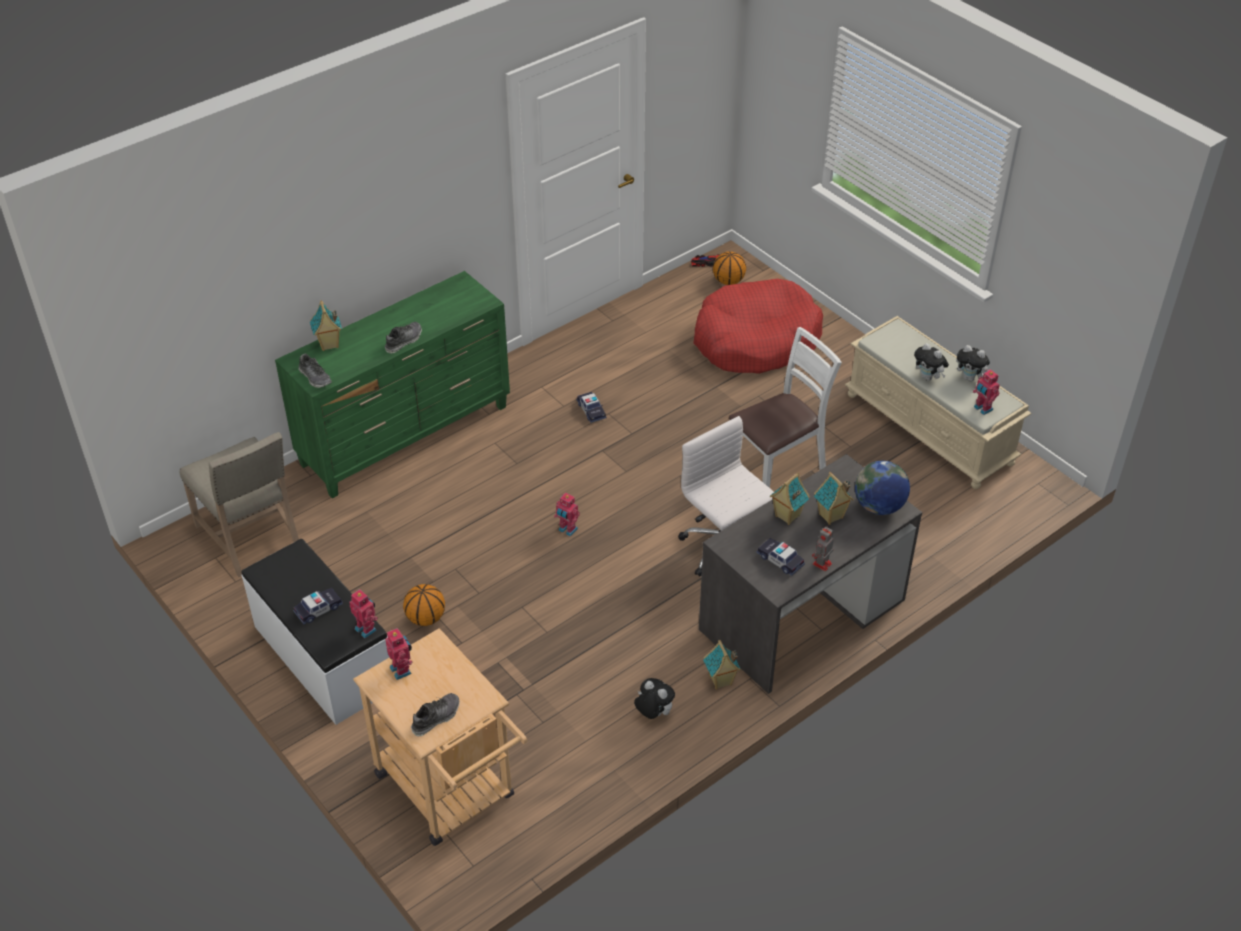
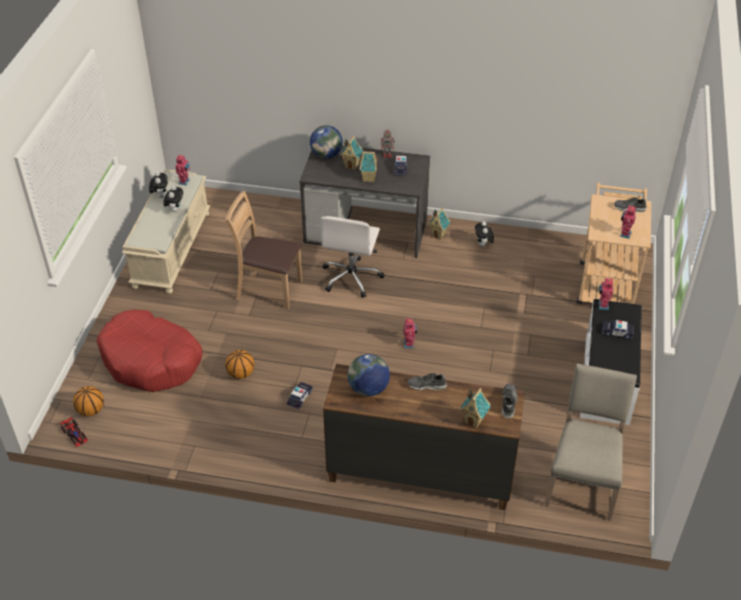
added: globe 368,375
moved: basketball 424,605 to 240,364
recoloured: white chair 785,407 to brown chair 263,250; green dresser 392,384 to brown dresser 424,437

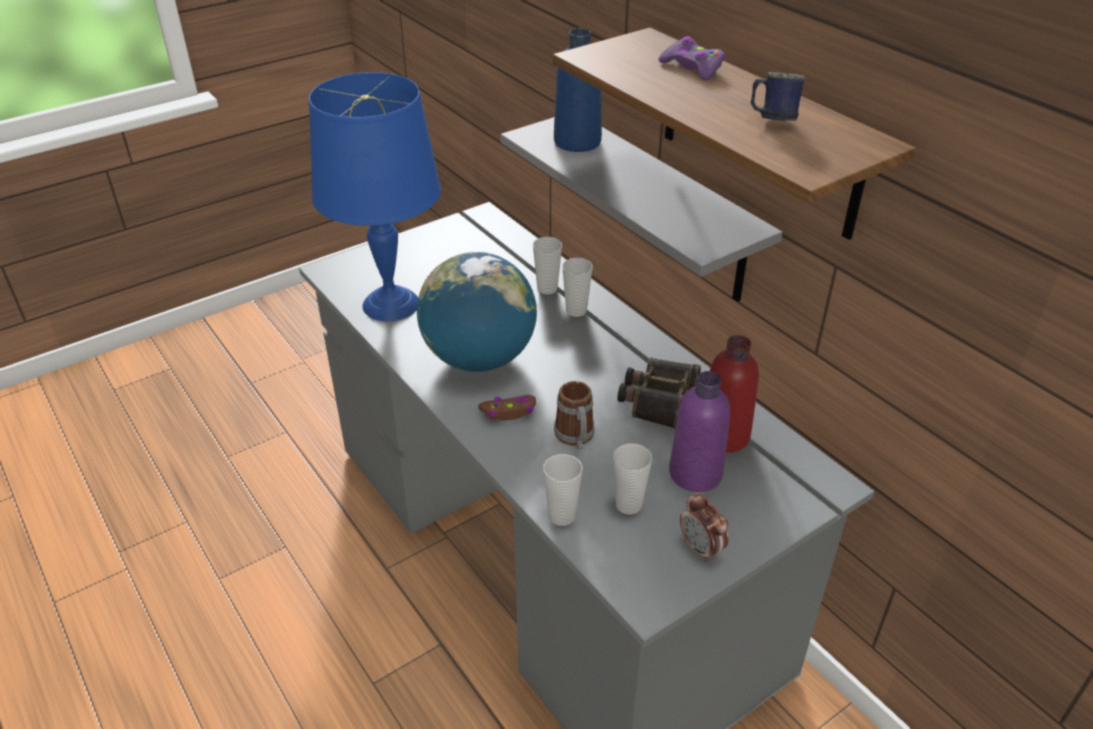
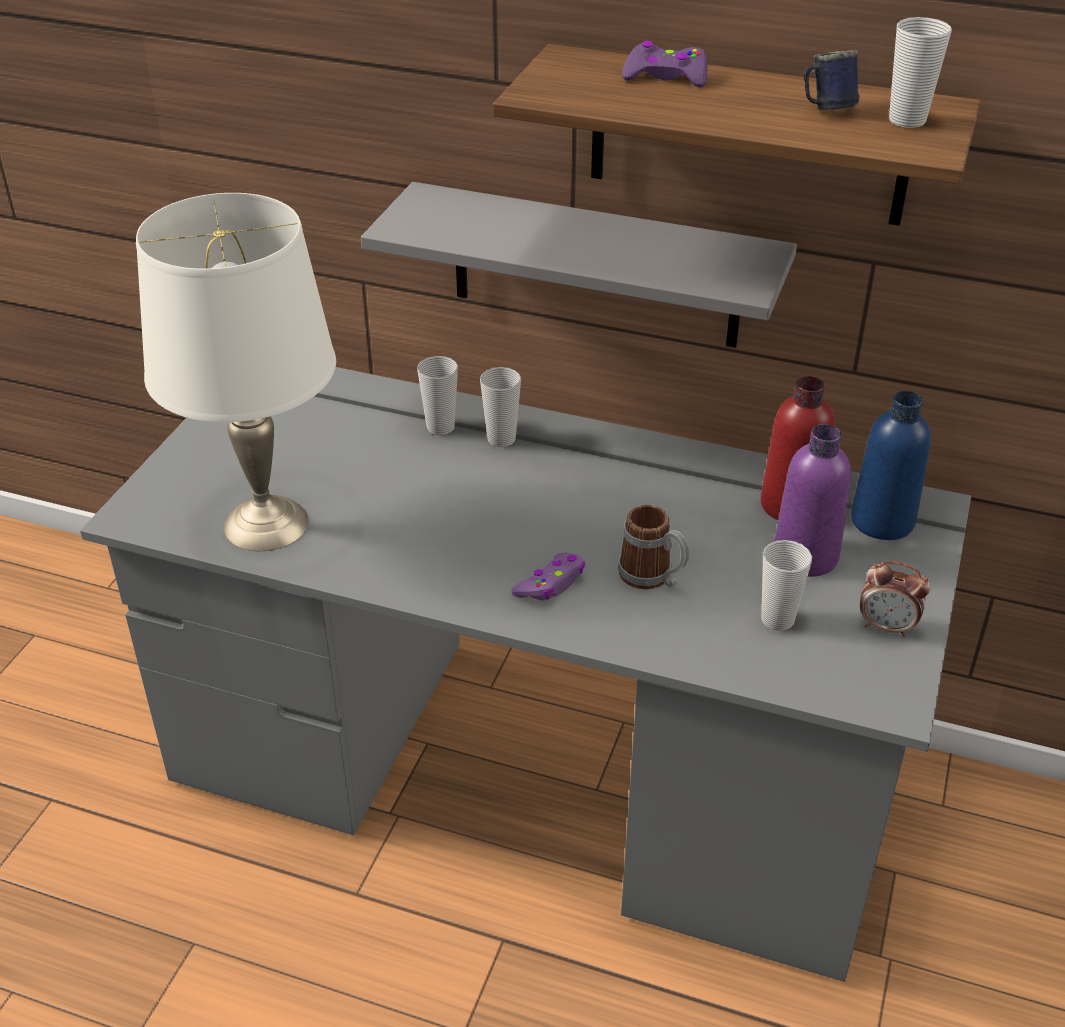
removed: globe 477,312; binoculars 659,393
moved: blue bottle 578,90 to 891,465; cup 563,490 to 920,72
recoloured: blue table lamp 375,196 to white table lamp 236,372; brown game controller 507,408 to purple game controller 548,576

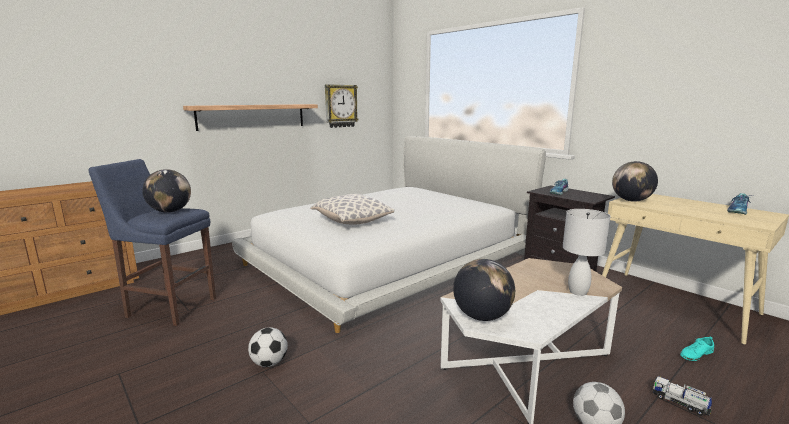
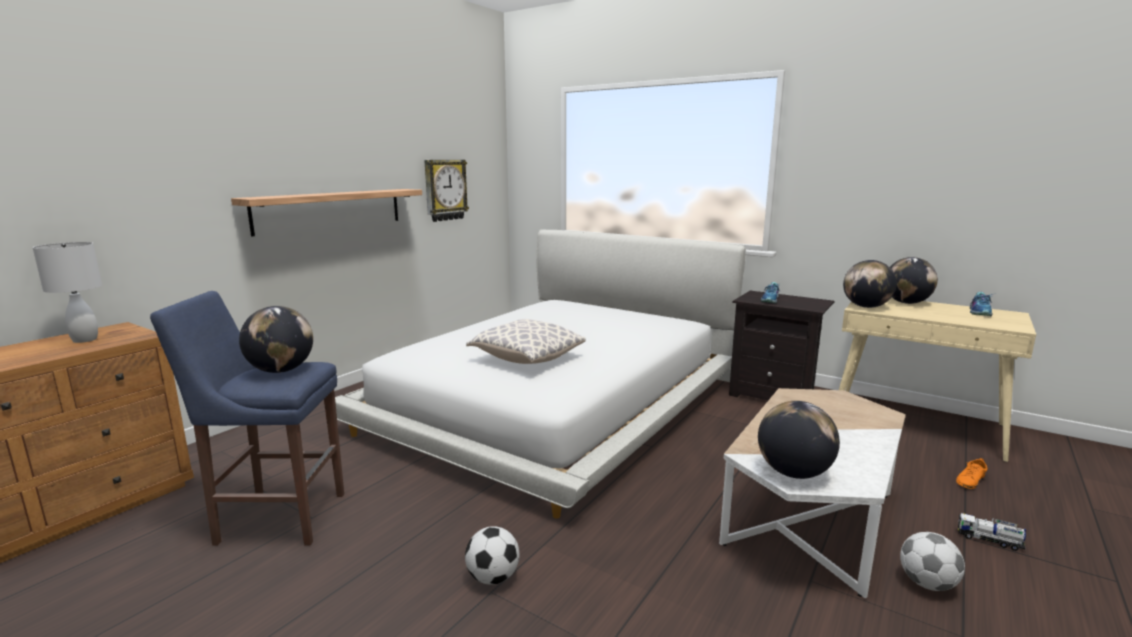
added: globe 914,280
moved: white table lamp 586,252 to 67,292
recoloured: turquoise shoe 697,348 to orange shoe 972,473

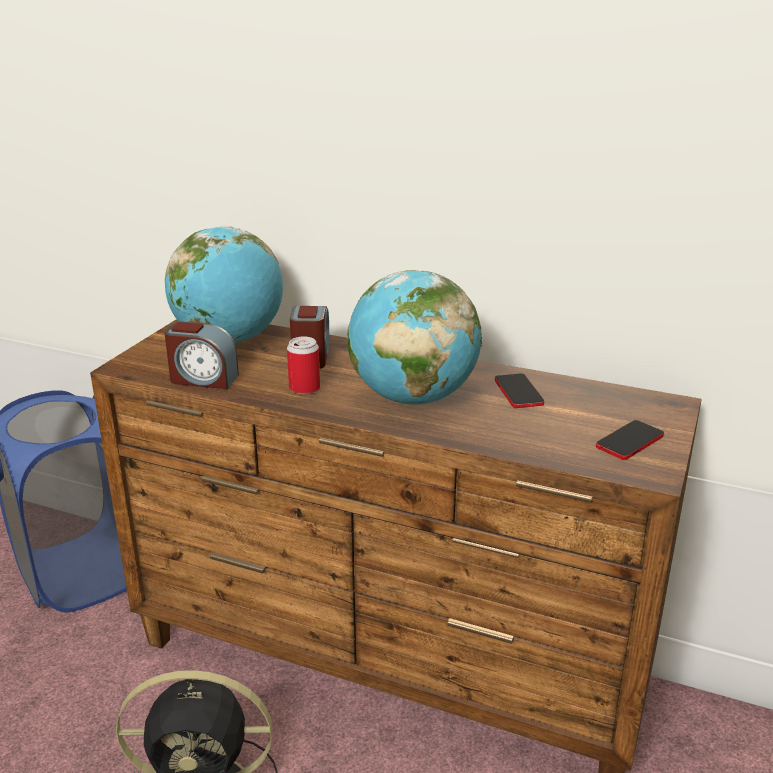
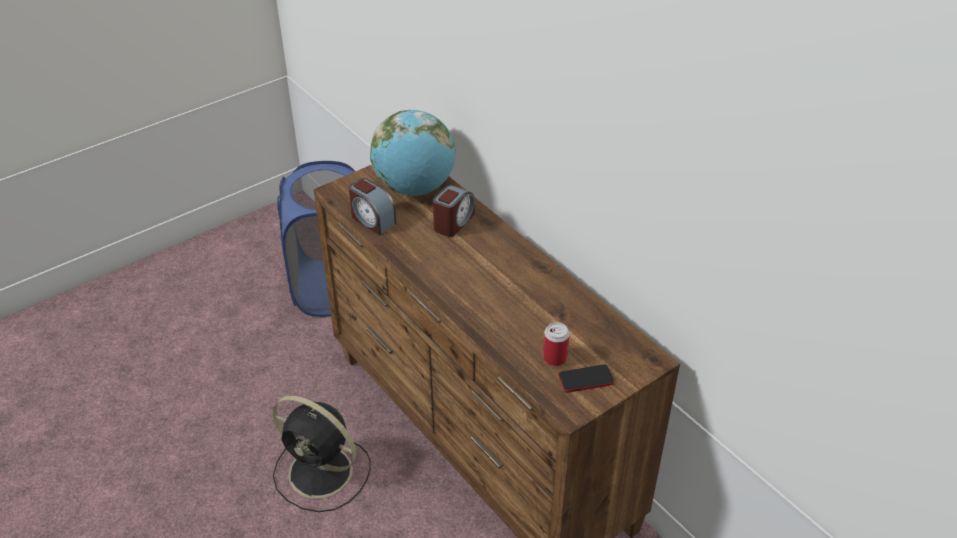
removed: globe 414,337; phone 519,390
moved: can 303,365 to 556,344

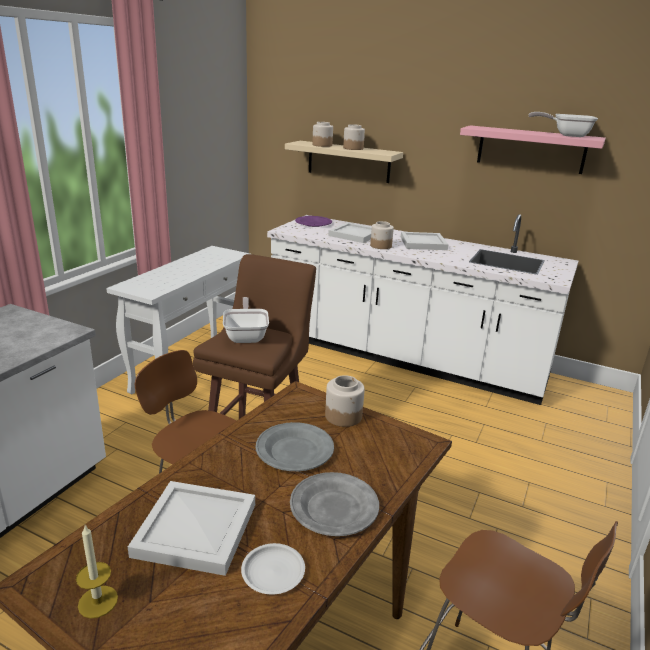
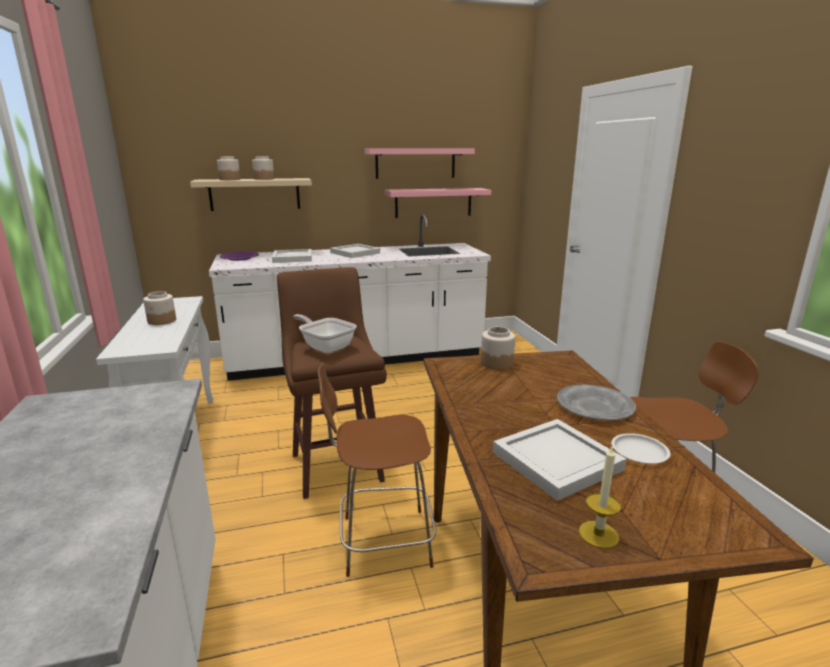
removed: grey plate 295,446; frying pan 563,124
added: pink shelf 438,203
moved: jar 382,235 to 159,308

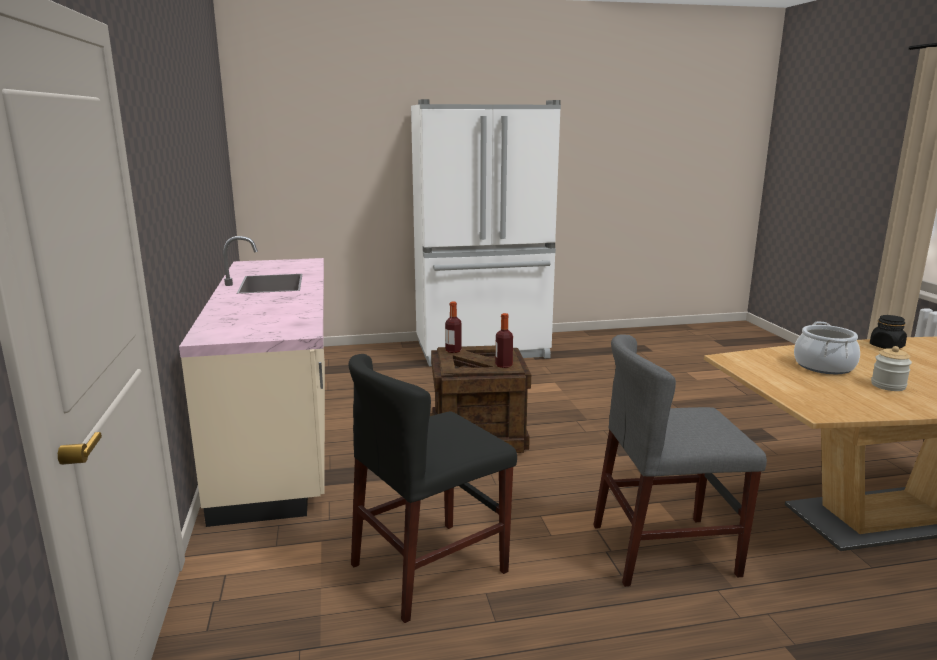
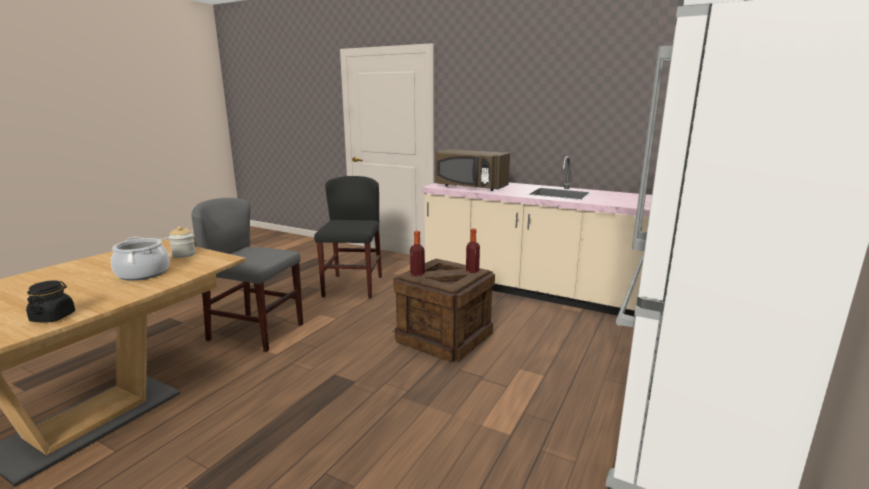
added: brown microwave 472,170
moved: jar 891,368 to 182,242
turned: grey chair 680,460 = 247,275 105 degrees counterclockwise

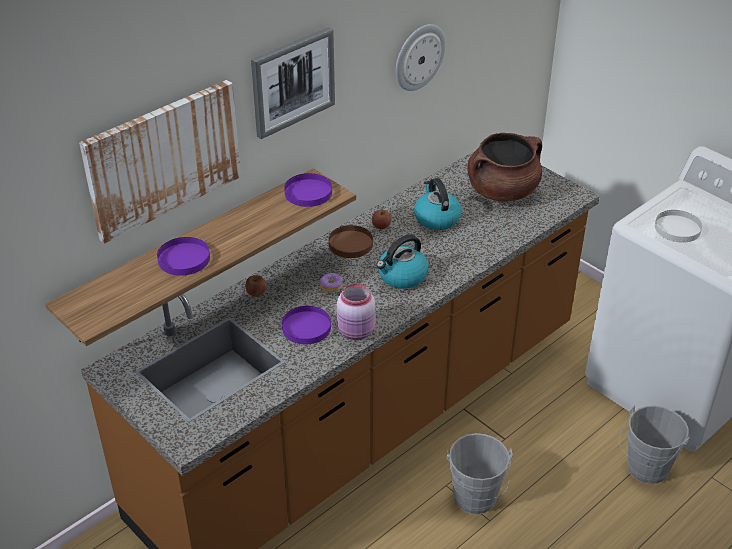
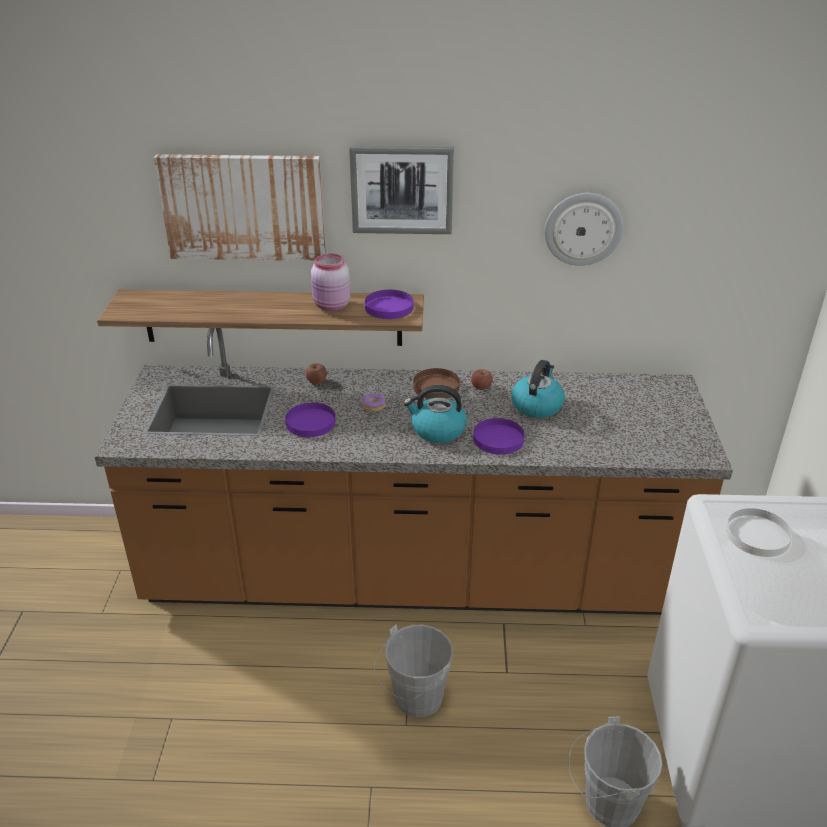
removed: brown cooking pot 504,167
moved: pink jar 356,312 to 331,282; purple plate 183,256 to 499,436

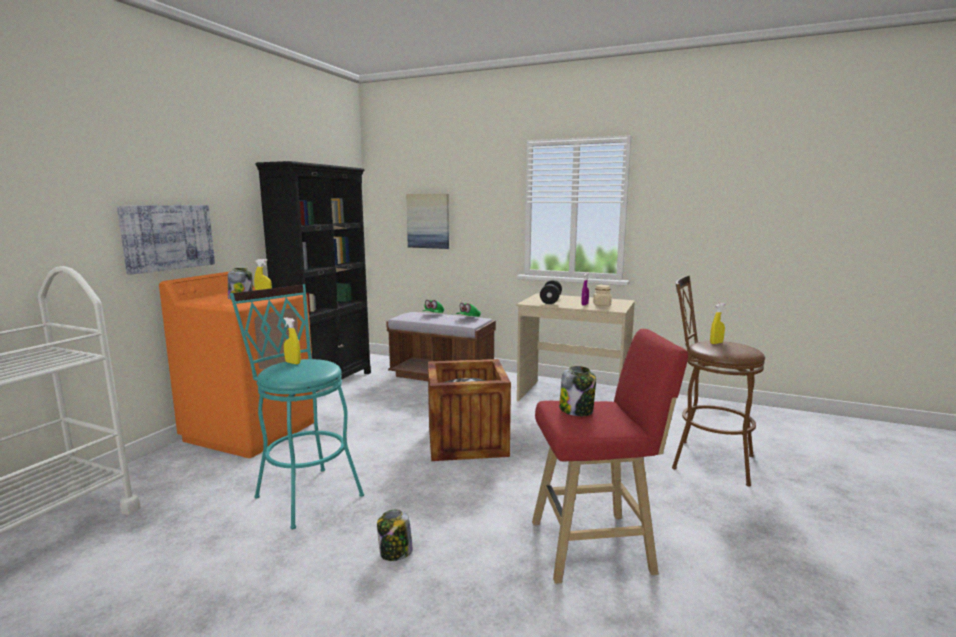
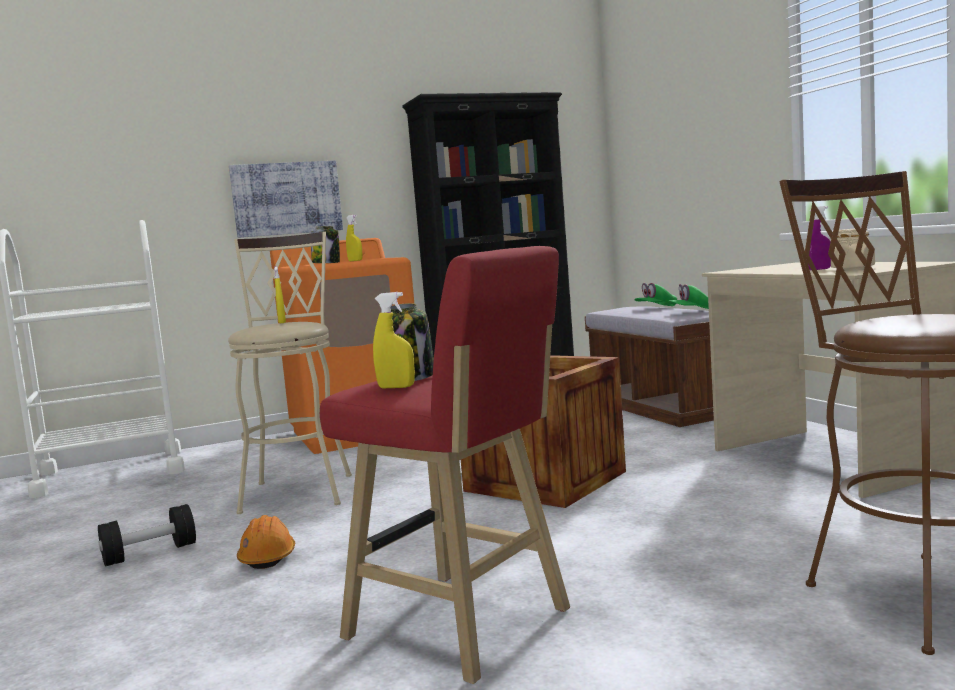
removed: picture 427,221
moved: black dumbbell 551,292 to 147,535; yellow spray bottle 717,323 to 394,340
replaced: jar 395,535 to orange hard hat 266,542
recoloured: turquoise stool 297,406 to beige stool 290,373

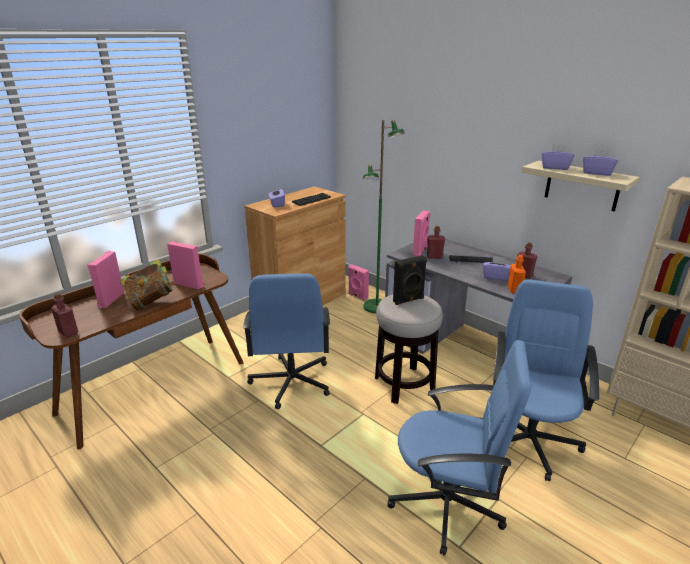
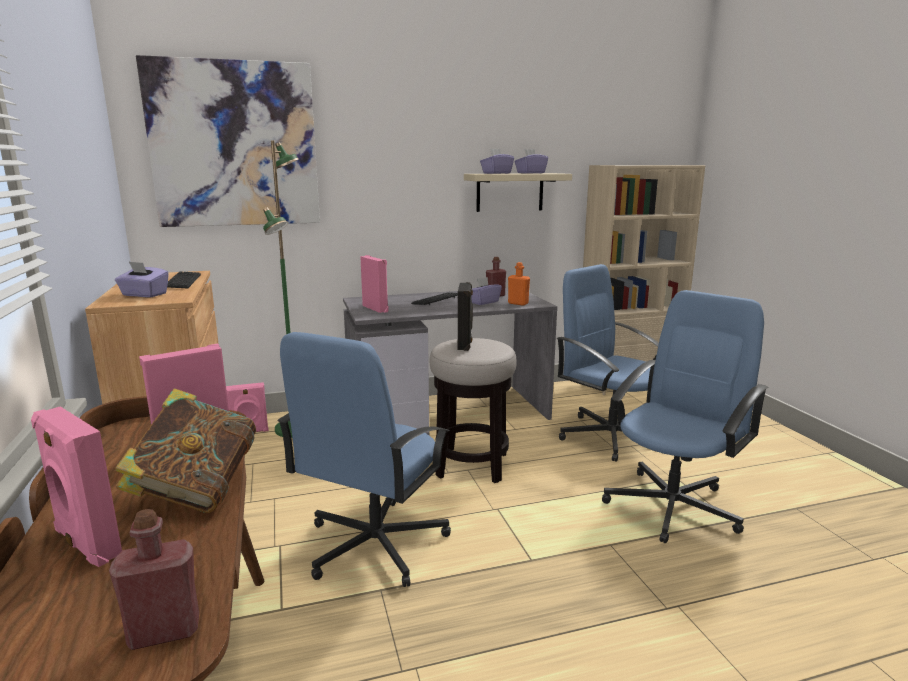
removed: red bottle 436,242
added: picture 228,141
turned: blue office chair 286,341 = 364,459 90 degrees clockwise

